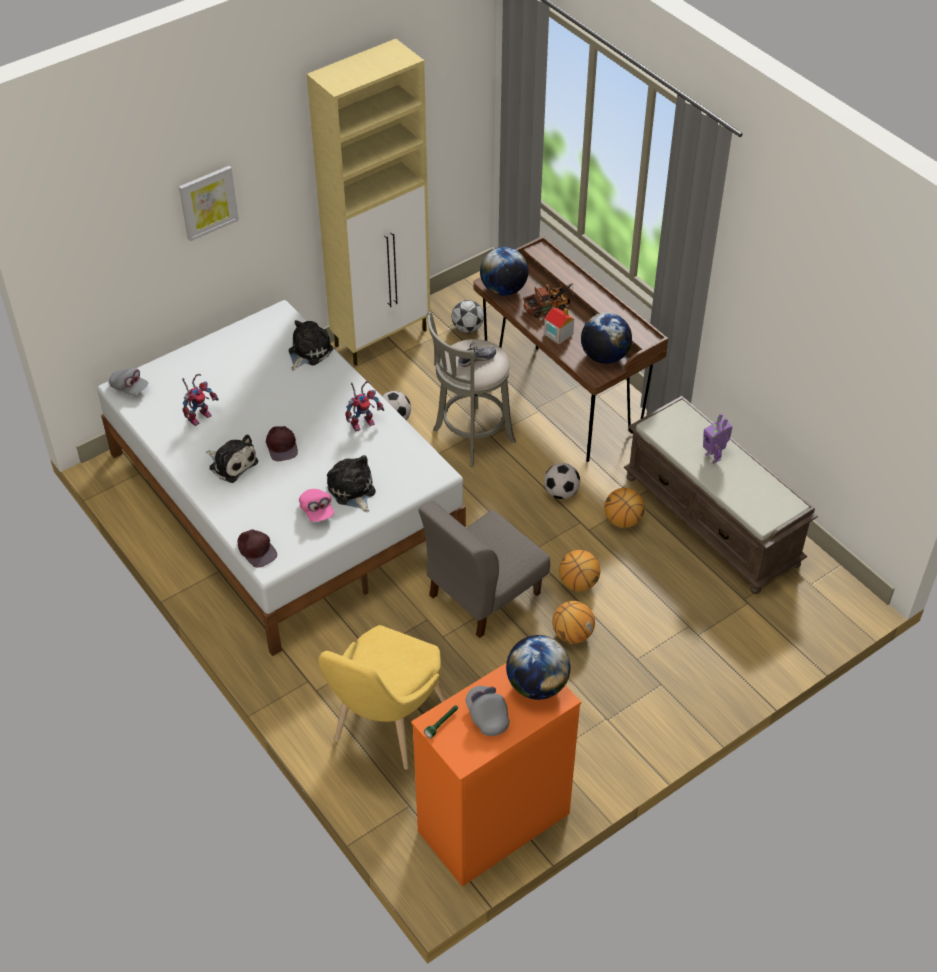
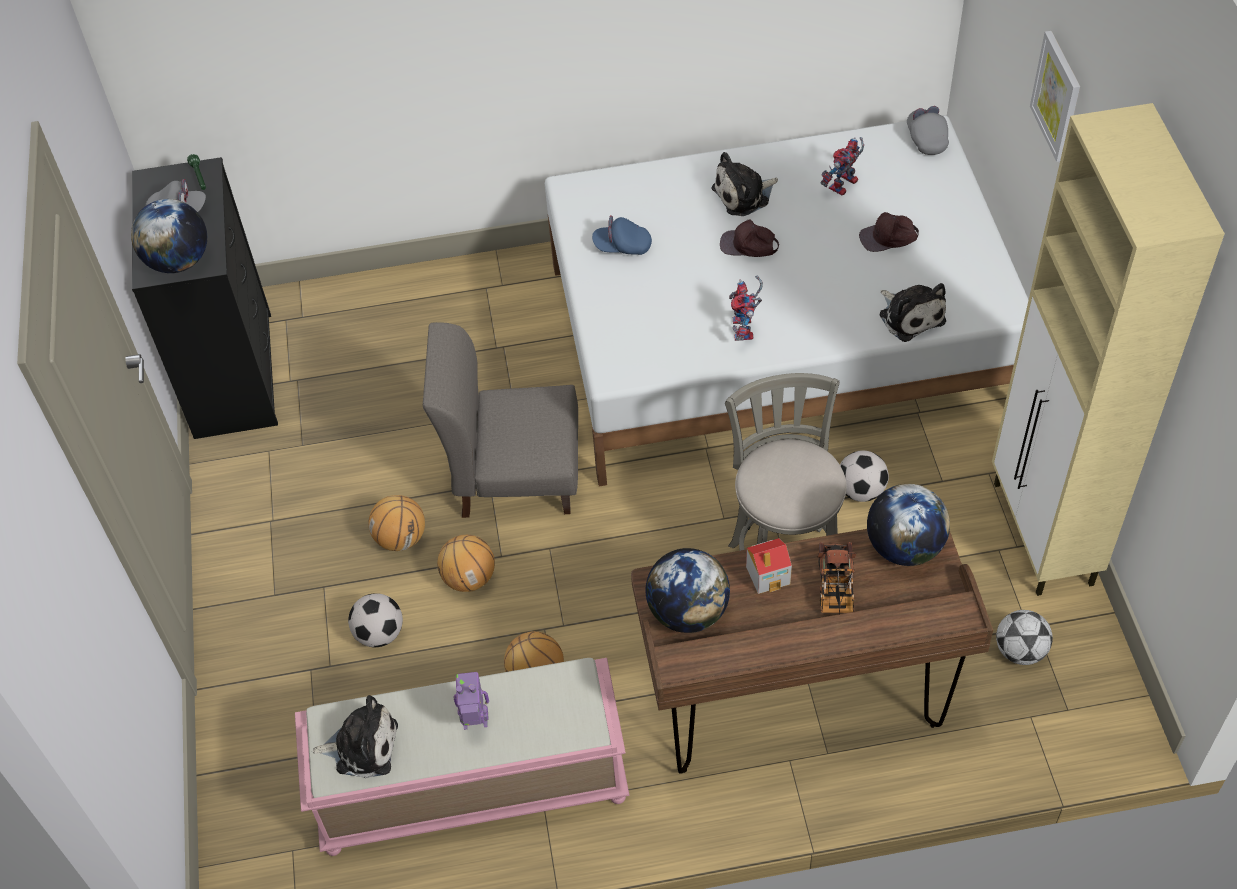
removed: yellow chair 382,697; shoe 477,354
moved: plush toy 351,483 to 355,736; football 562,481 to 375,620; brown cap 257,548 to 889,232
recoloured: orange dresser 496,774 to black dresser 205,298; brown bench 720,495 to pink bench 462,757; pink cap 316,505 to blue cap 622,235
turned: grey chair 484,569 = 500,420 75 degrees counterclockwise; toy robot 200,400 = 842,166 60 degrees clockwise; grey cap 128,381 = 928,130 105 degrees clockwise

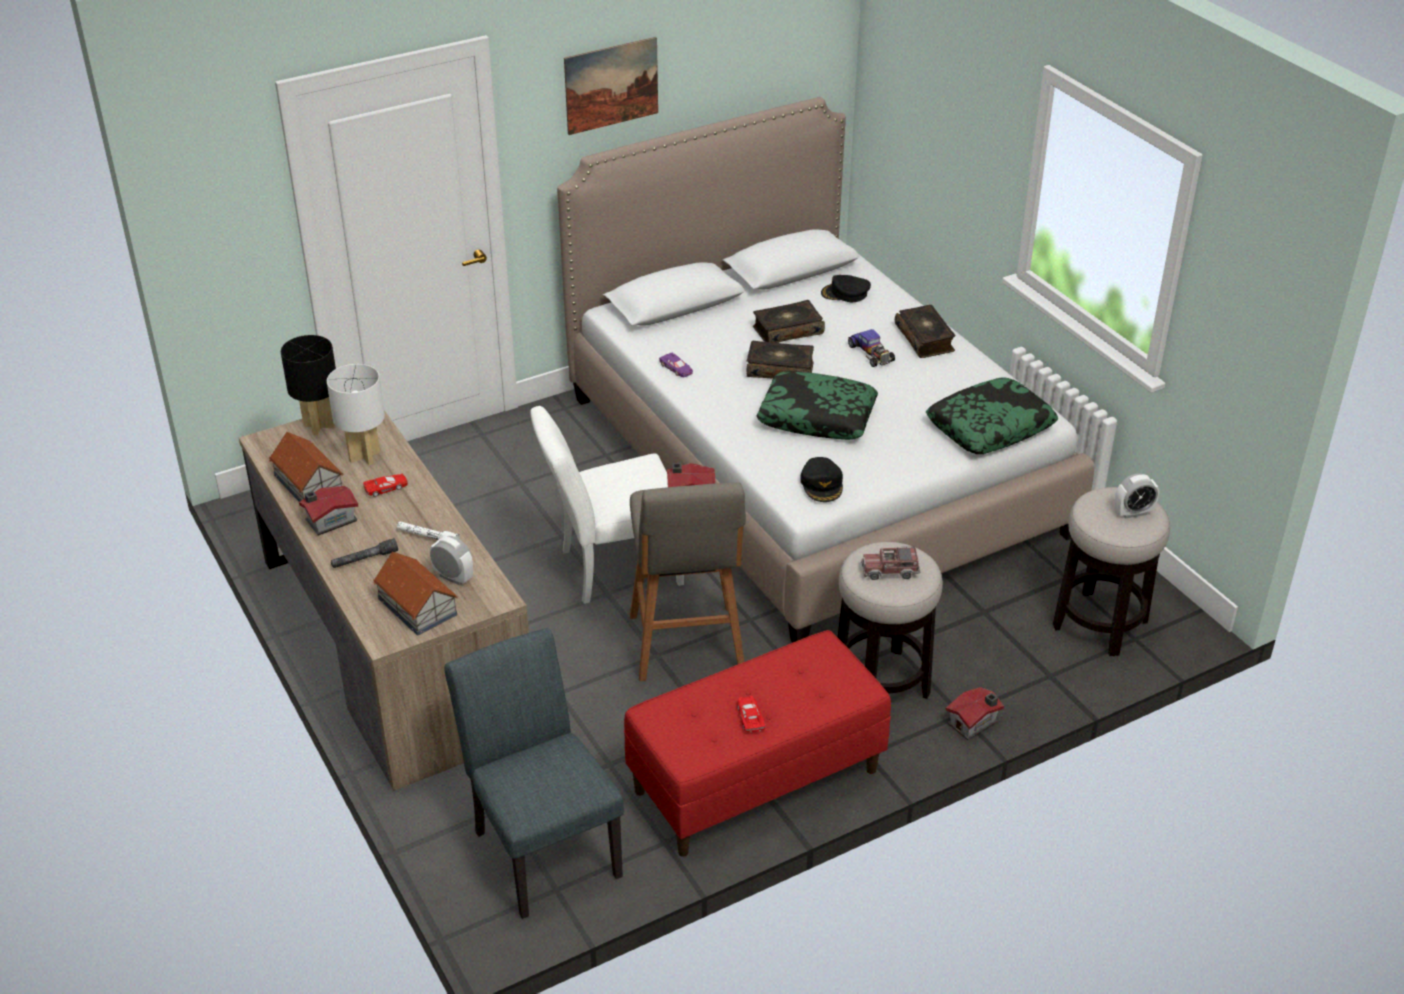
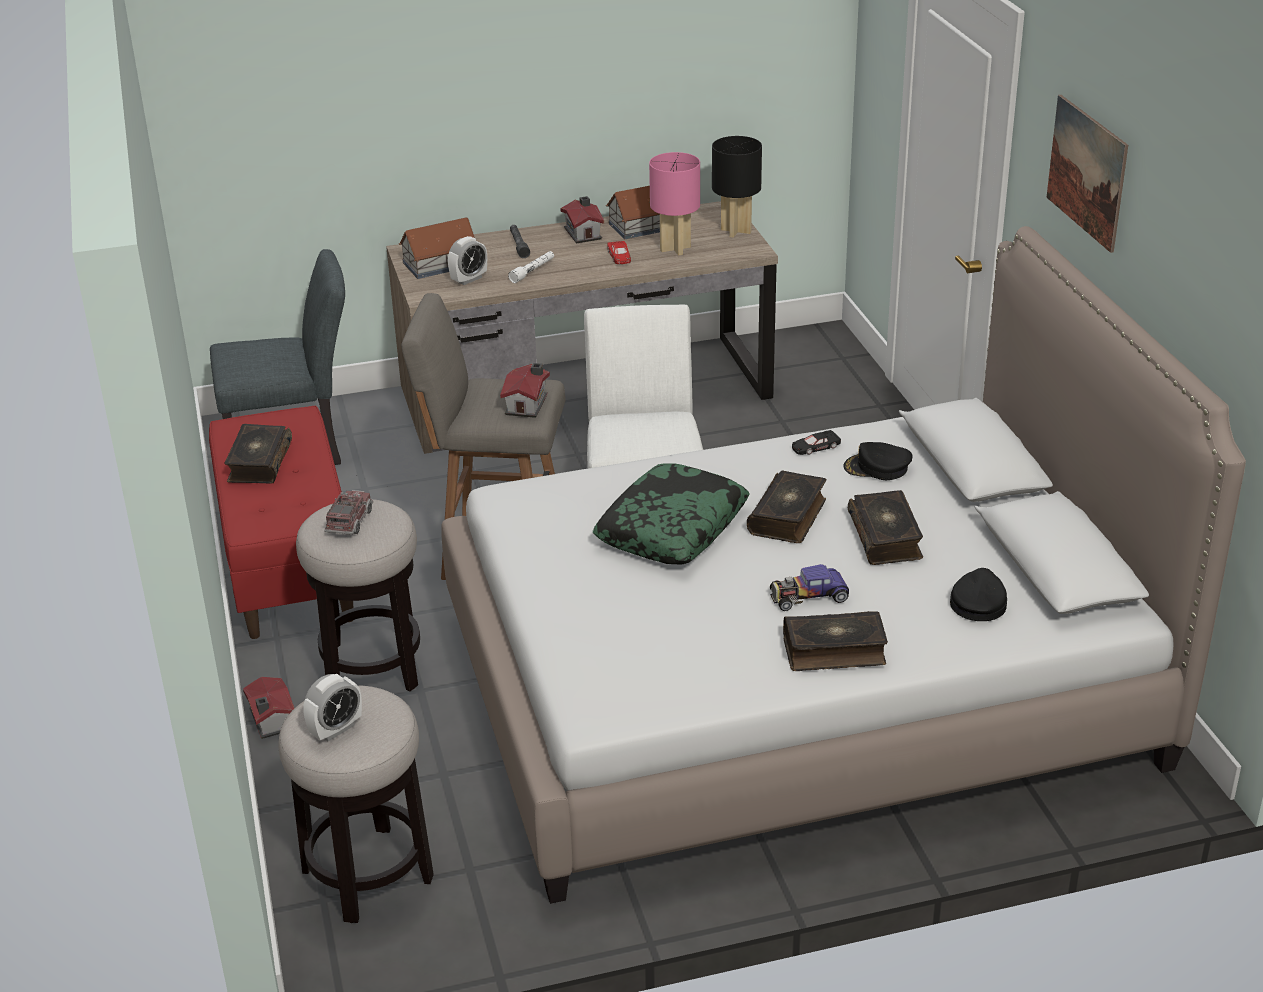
removed: pillow 992,415
moved: black cap 821,479 to 877,461
replaced: red toy car 751,714 to book 258,454
recoloured: white table lamp 356,414 to pink table lamp 674,204; purple toy car 676,365 to black toy car 816,442
turned: alarm clock 1137,496 = 332,707 135 degrees counterclockwise

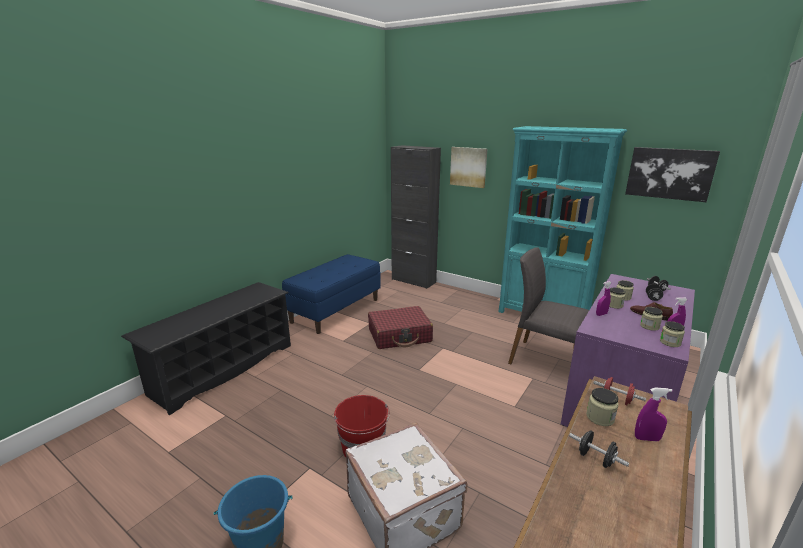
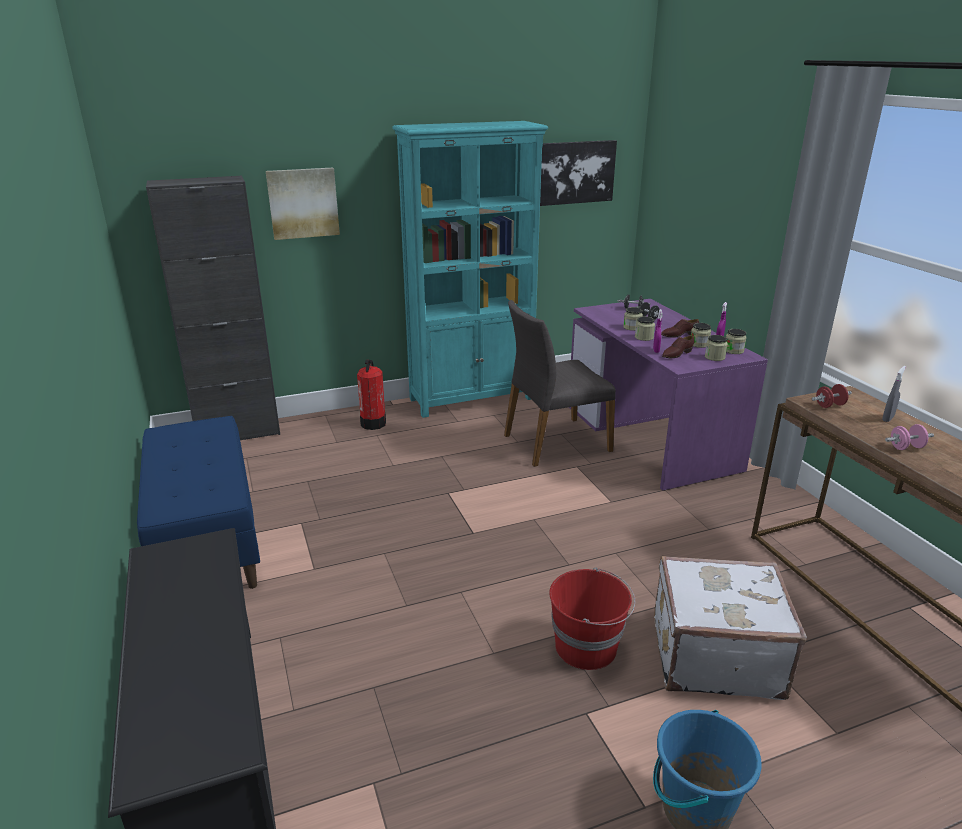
removed: red suitcase 400,327
added: fire extinguisher 371,395; brown shoe 678,346
moved: jar 602,407 to 716,348
recoloured: purple spray bottle 653,414 to grey spray bottle 894,394; black dumbbell 599,449 to pink dumbbell 909,437

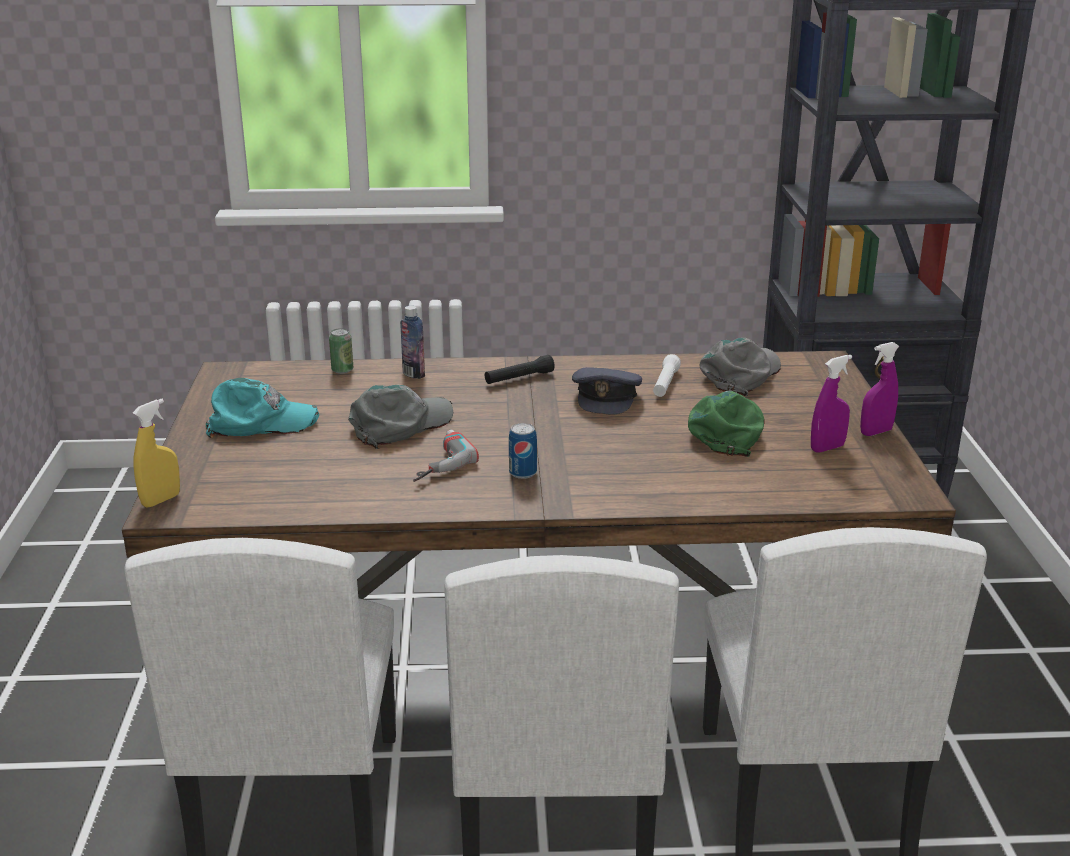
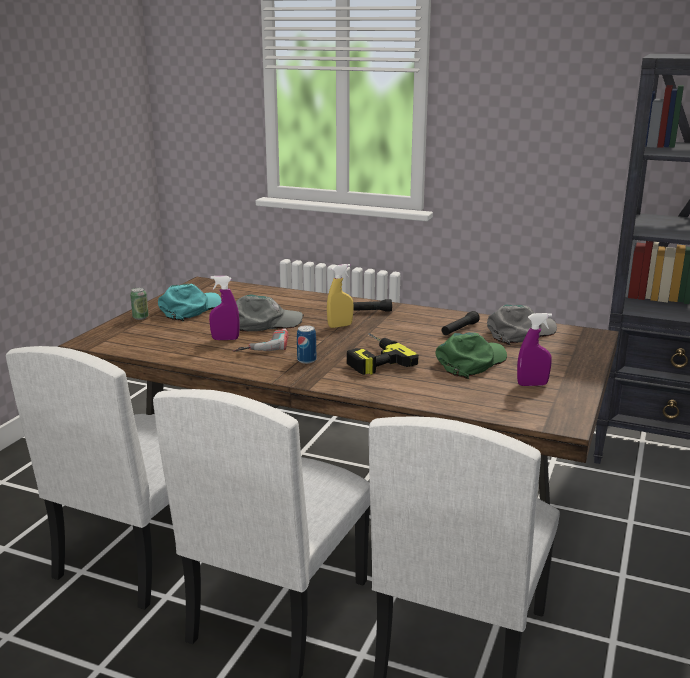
removed: bottle 412,342; grey cap 607,391
added: power drill 382,354
moved: can 341,351 to 139,304; purple spray bottle 879,389 to 224,308; yellow spray bottle 156,453 to 340,296
recoloured: white flashlight 667,375 to black flashlight 461,323
turned: turquoise cap 262,408 = 190,302 75 degrees counterclockwise

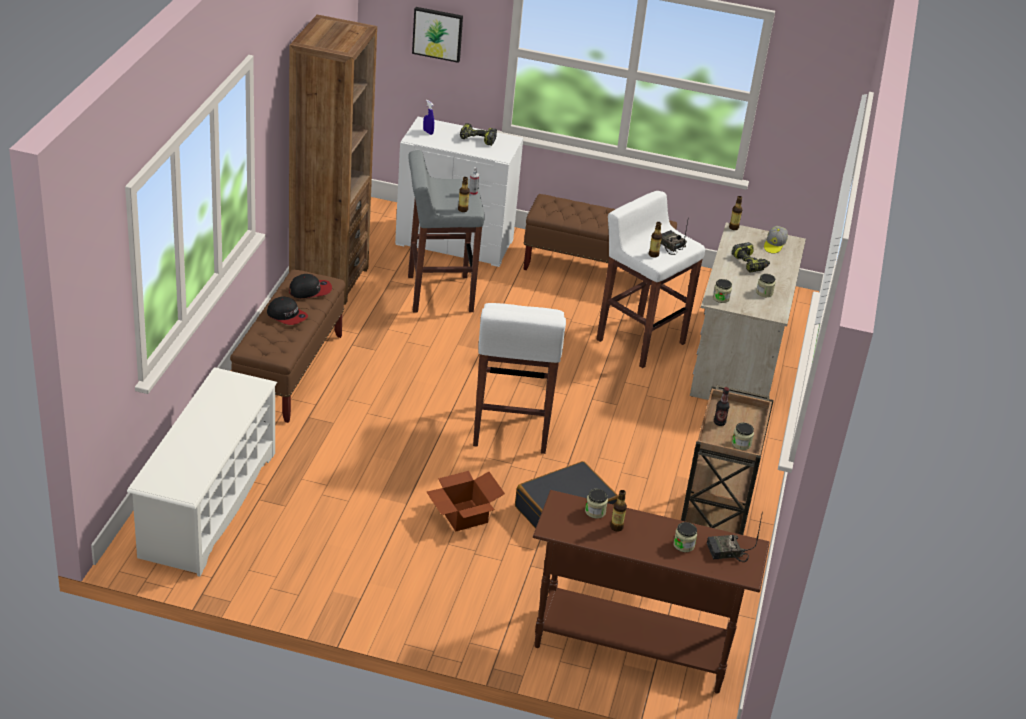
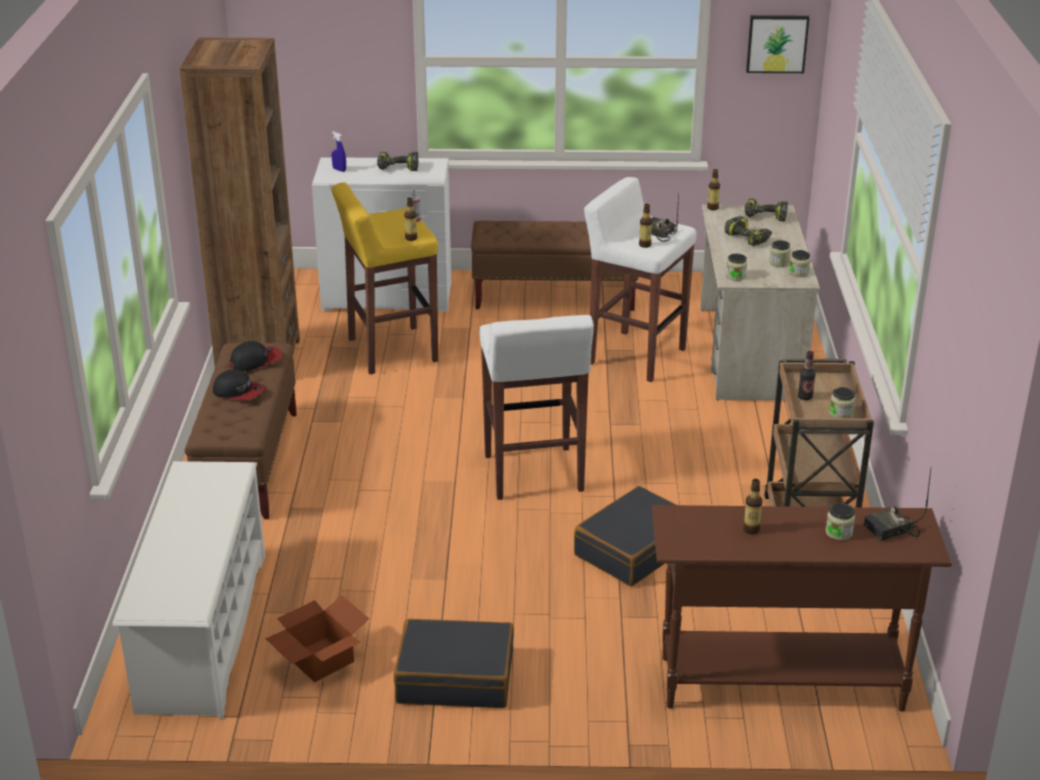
added: black suitcase 454,663
moved: cardboard box 466,501 to 317,638; picture 437,35 to 777,44; jar 596,503 to 800,263
replaced: cap 776,240 to power drill 766,210
recoloured: grey stool 446,231 to yellow stool 385,278

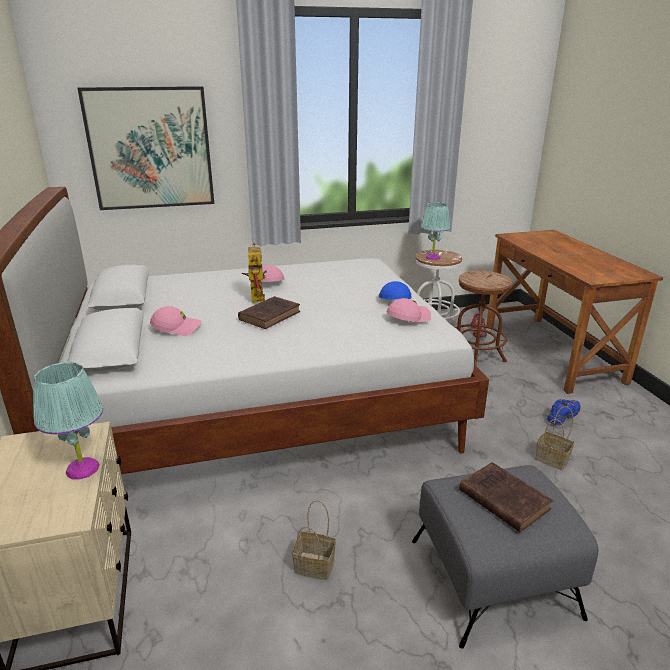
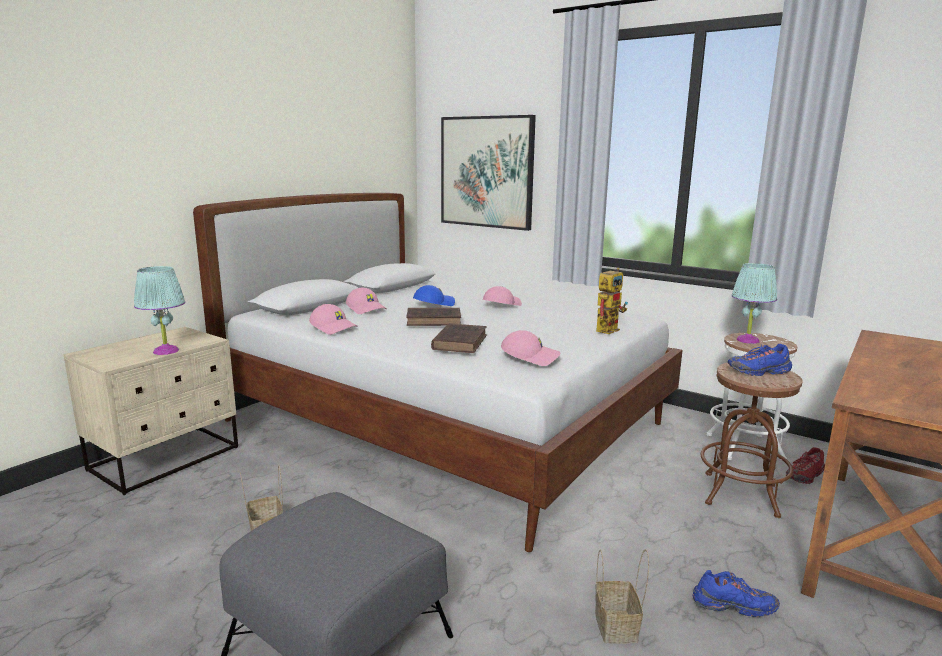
added: pink cap 333,319; blue shoe 760,360
moved: blue cap 395,290 to 434,295; brown book 506,497 to 459,338; toy robot 254,272 to 612,300

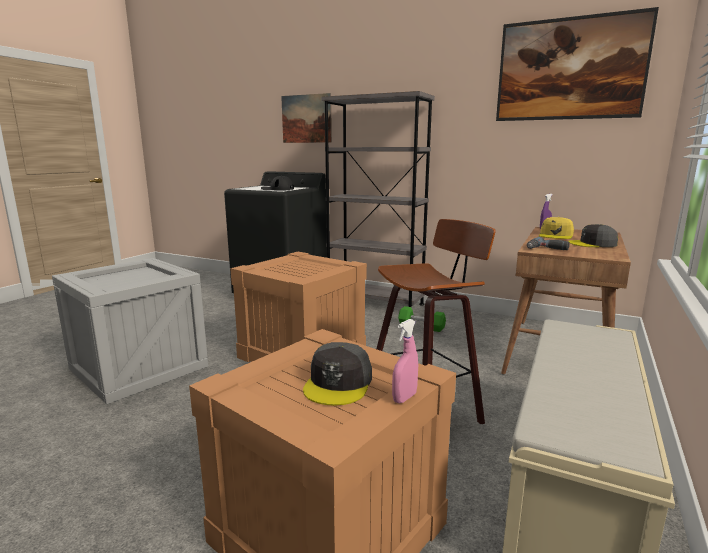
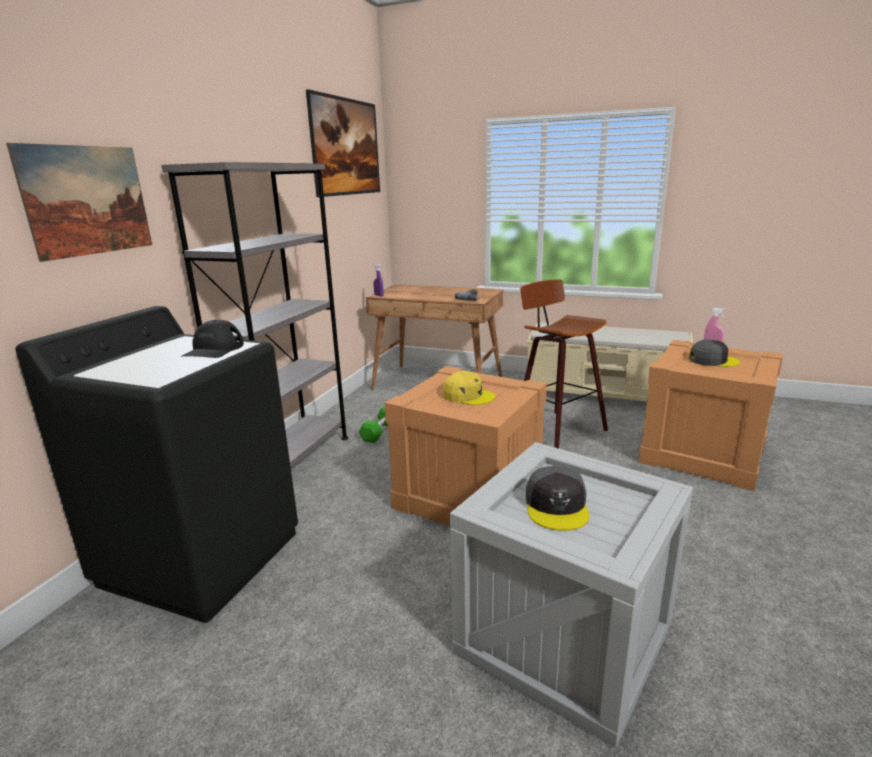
moved: yellow cap 556,228 to 469,388; grey cap 593,235 to 557,498

